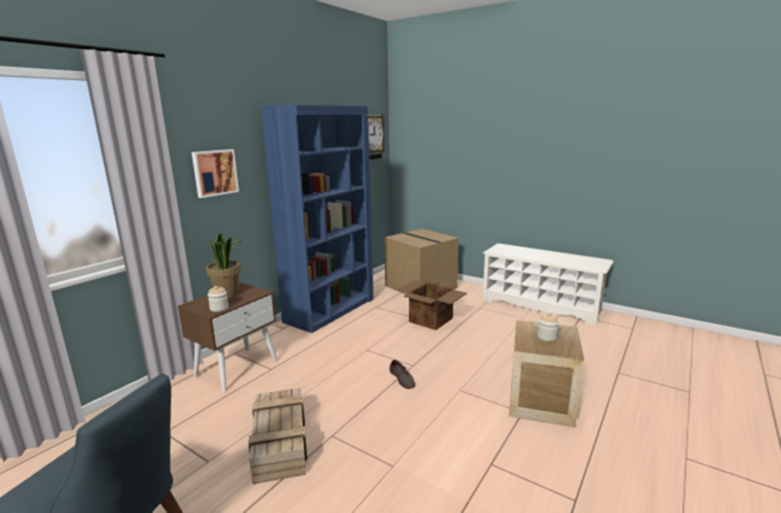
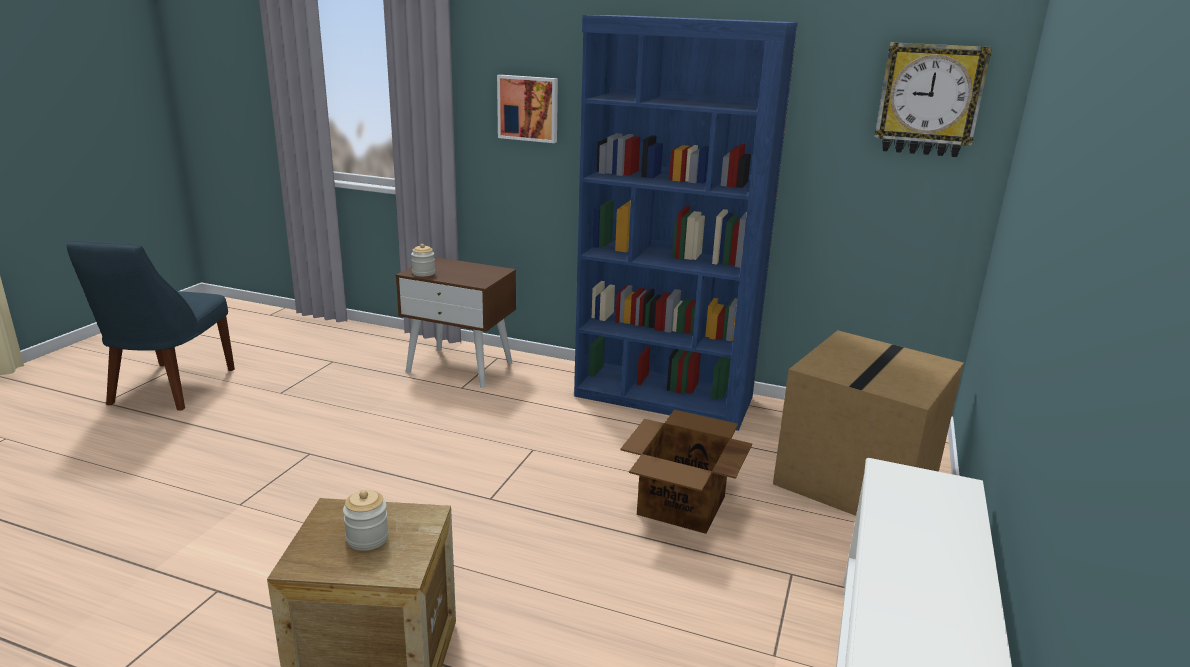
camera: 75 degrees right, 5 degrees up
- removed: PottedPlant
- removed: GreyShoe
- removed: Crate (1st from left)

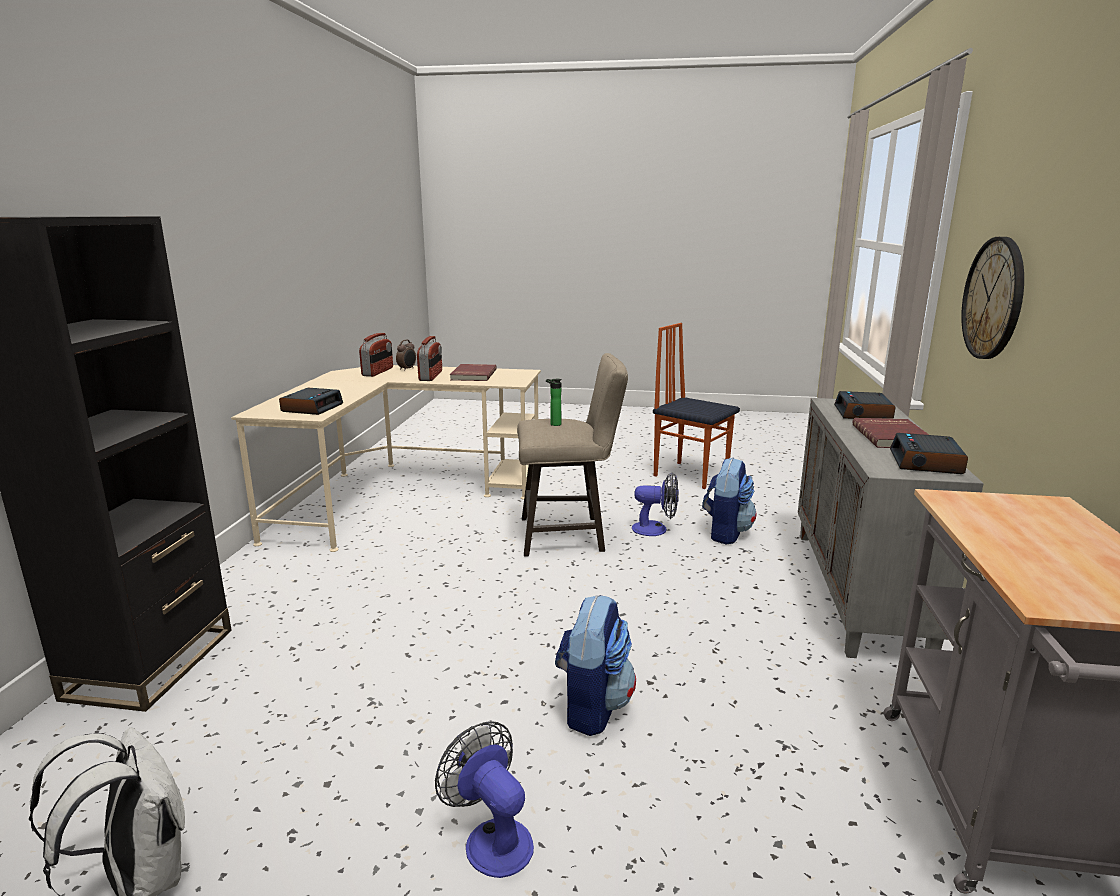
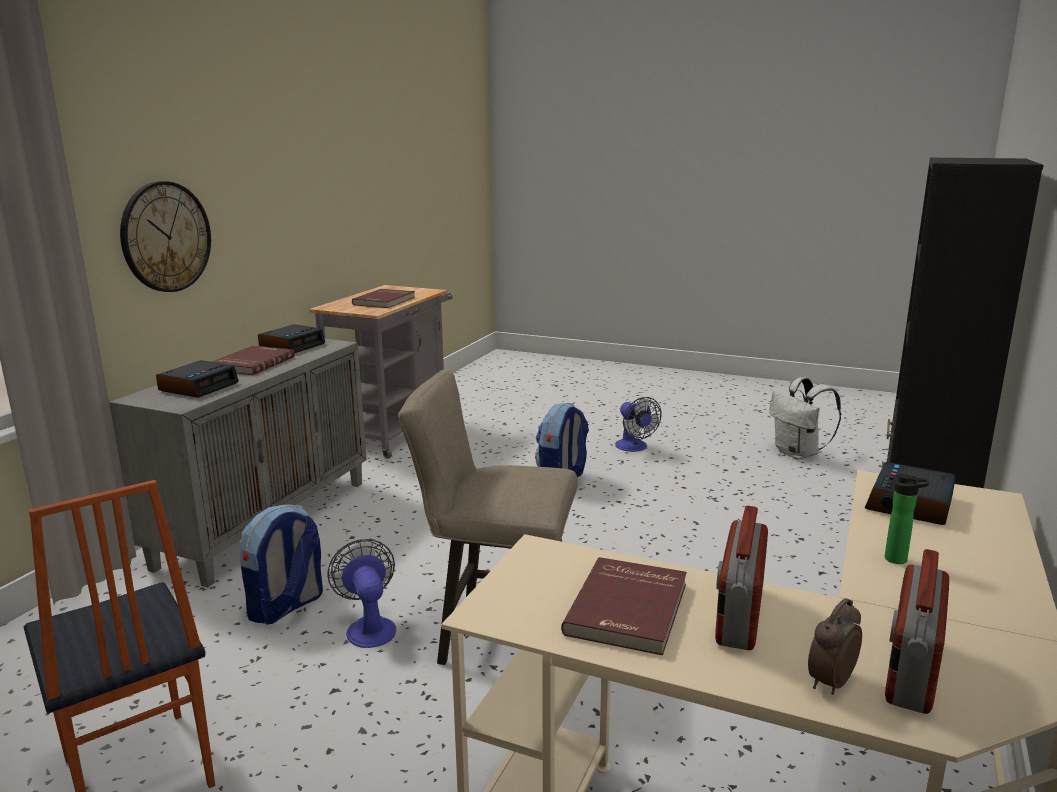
camera: 165 degrees left, 0 degrees up
- moved: Bottle
- turned: Fan (2nd from left in the first image) 45 degrees clockwise
- added: RedBook (2nd from left)

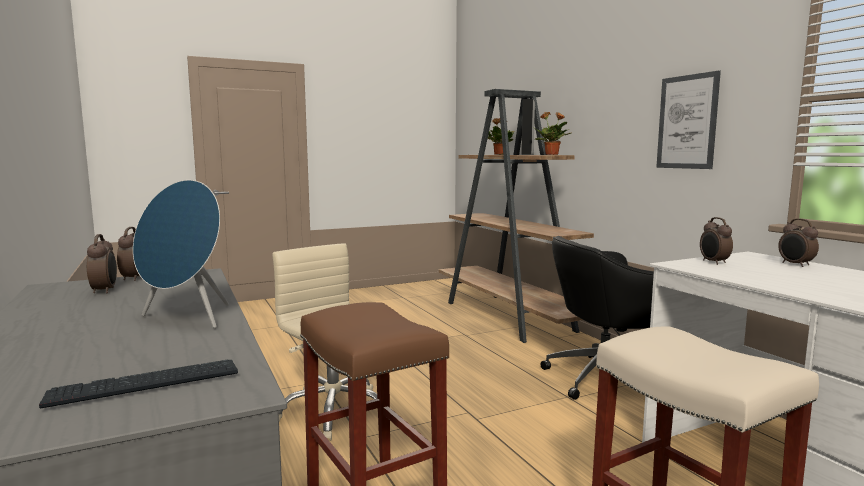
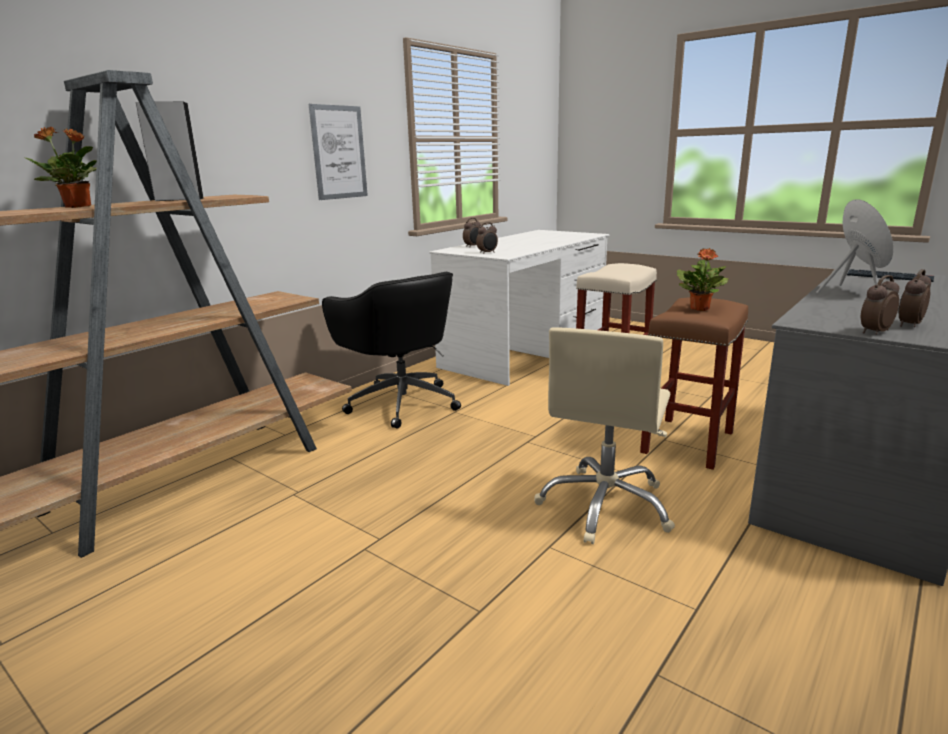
camera: 115 degrees left, 10 degrees up
- moved: PottedPlant (2nd from left)

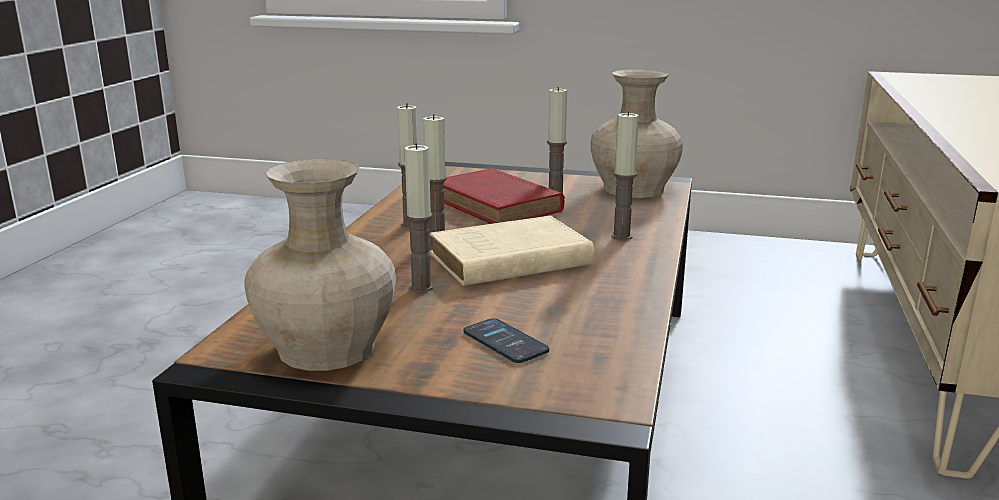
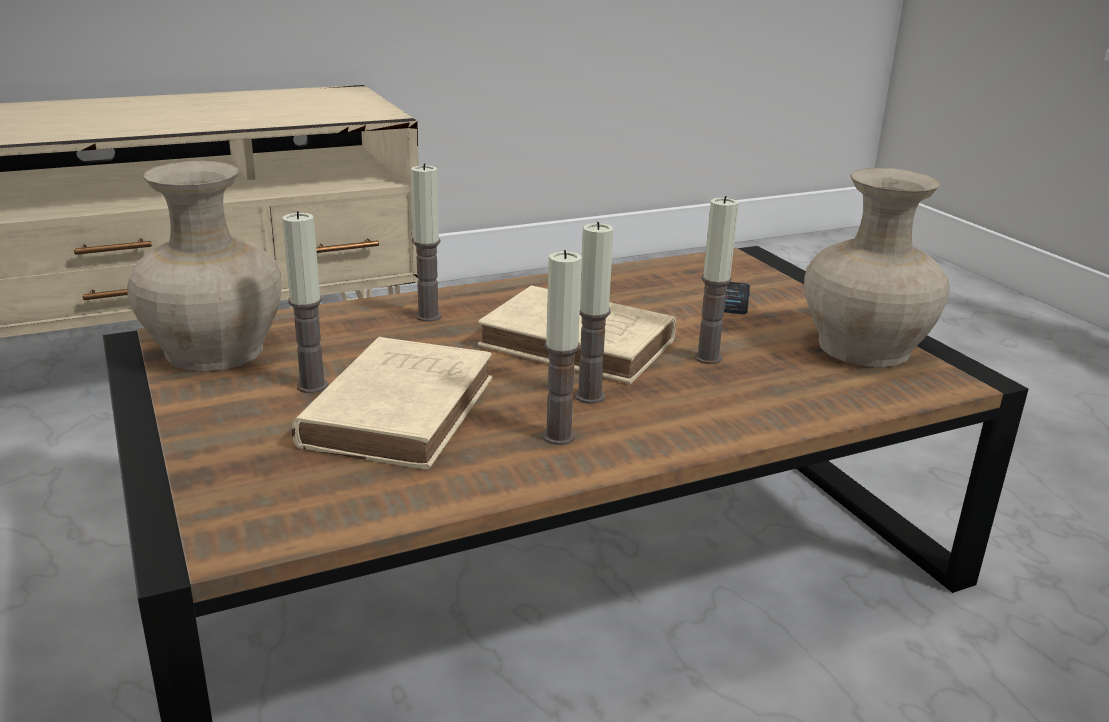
camera: 130 degrees left, 5 degrees up
- recoloured: RedBook to BeigeBook (1st from left)

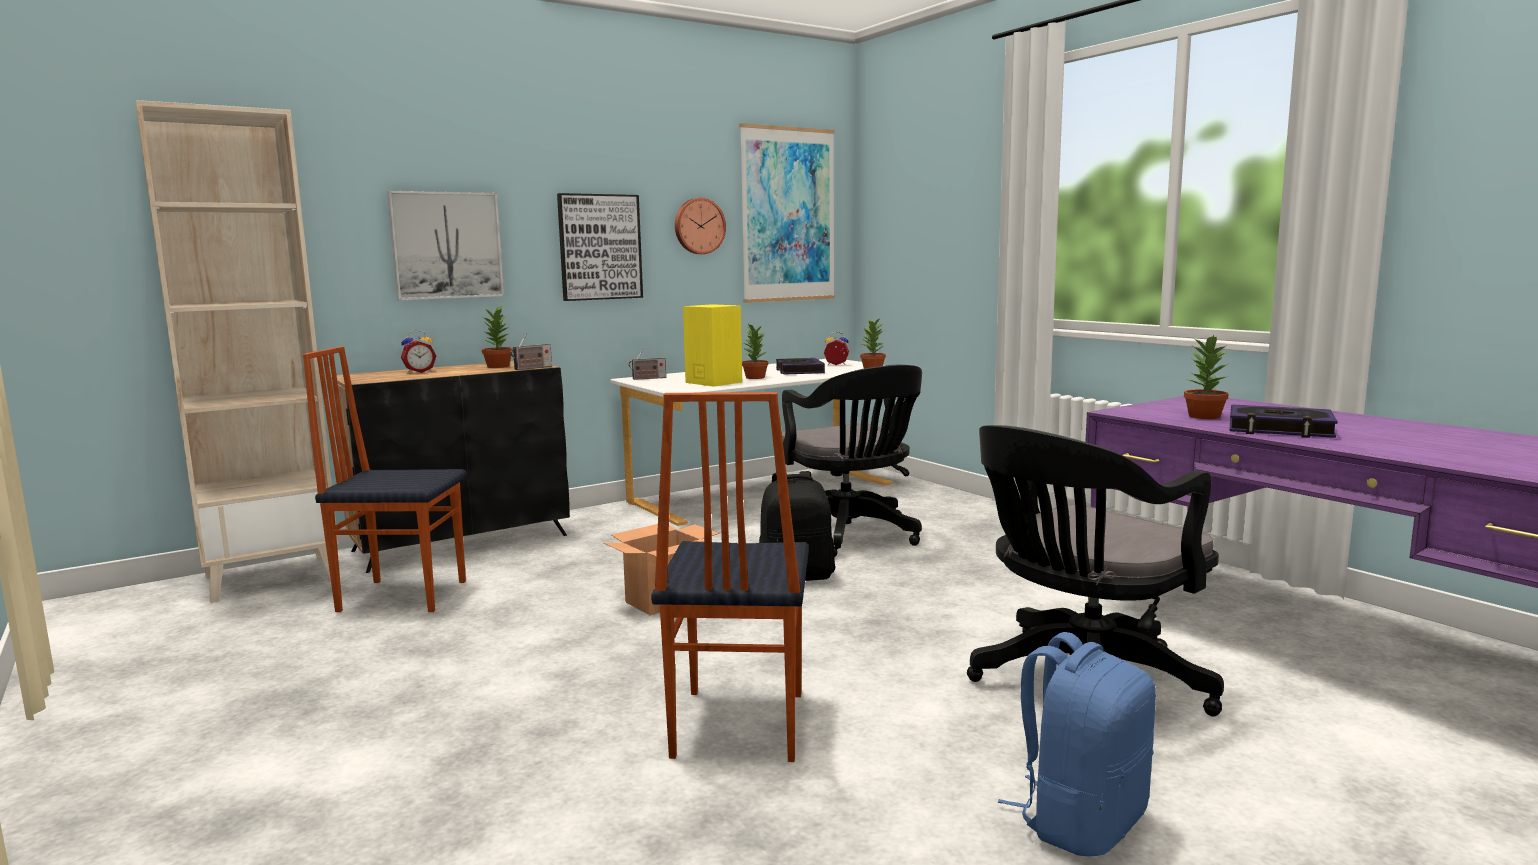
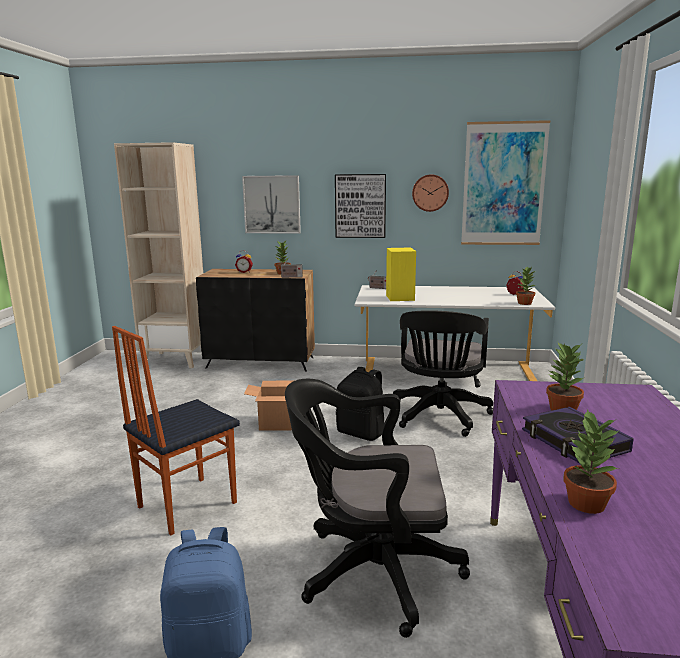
camera: 40 degrees right, 5 degrees up
- moved: PottedPlant (2nd from left in the first image) to PottedPlant (4th from left)
- removed: Chair (1st from left)
- removed: Book (1st from left)

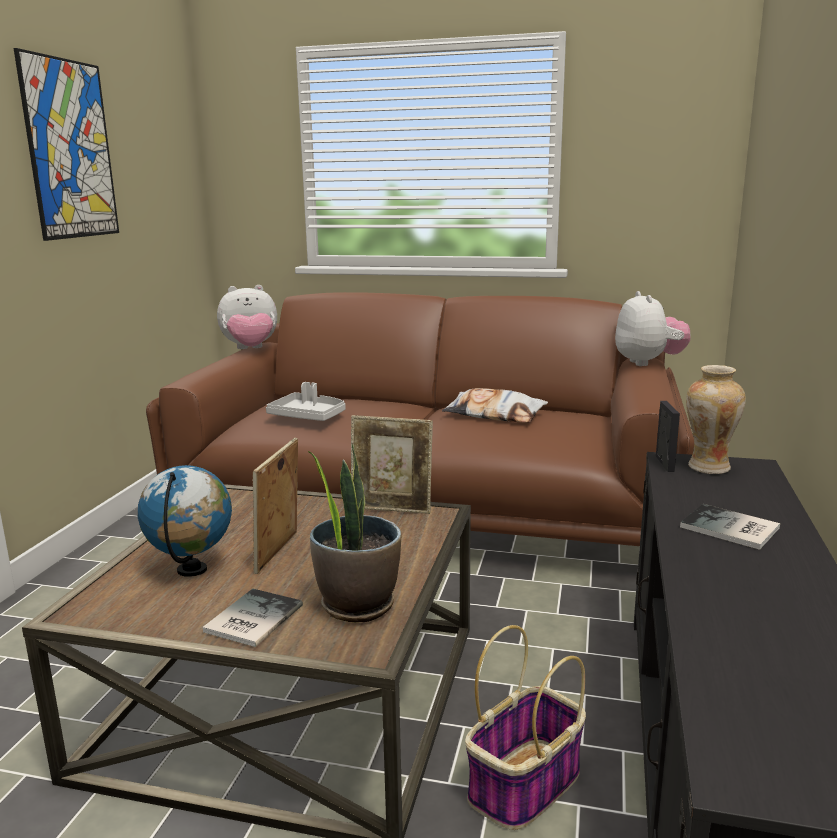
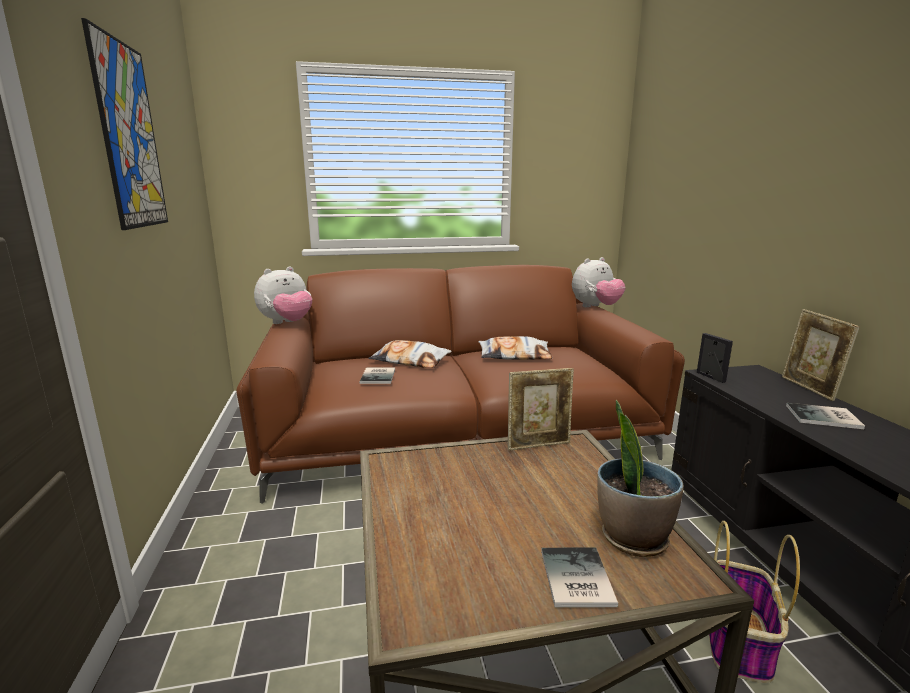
camera: 25 degrees left, 0 degrees up
- turned: PlushToy (2nd from left) 90 degrees clockwise
- removed: Vase
- replaced: GreyTray to Book (1st from left)
- moved: PictureFrame (1st from left in the first image) to PictureFrame (3rd from left)
- removed: Globe
- added: Pillow (1st from left)

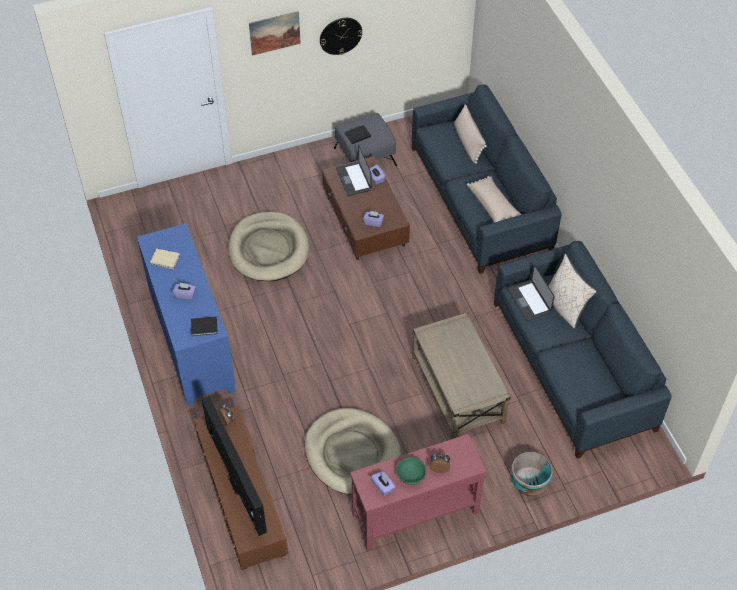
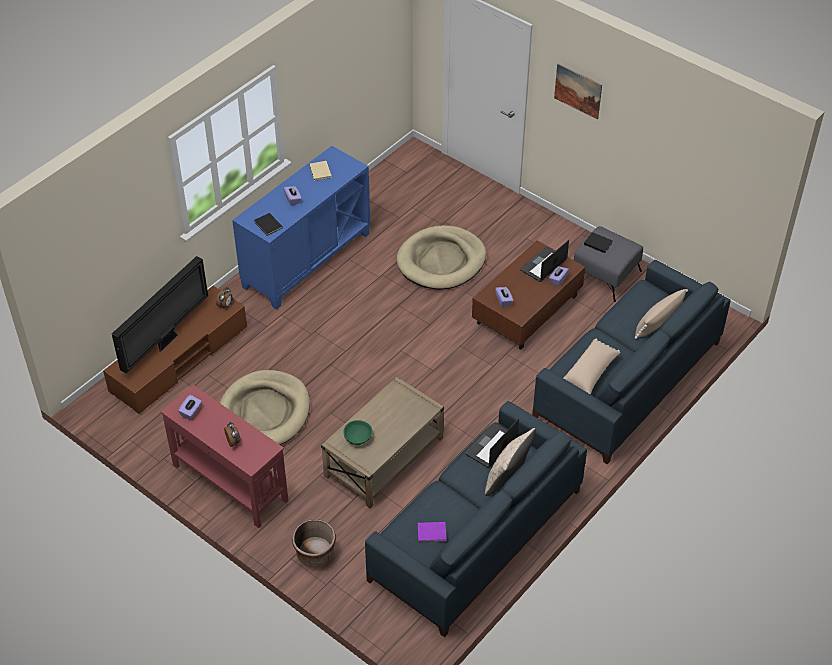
camera: 60 degrees right, 5 degrees down
- removed: WallClock
- recoloured: TurquoisePlanter to BrownPlanter
- moved: GreenBowl
- added: PurpleBook

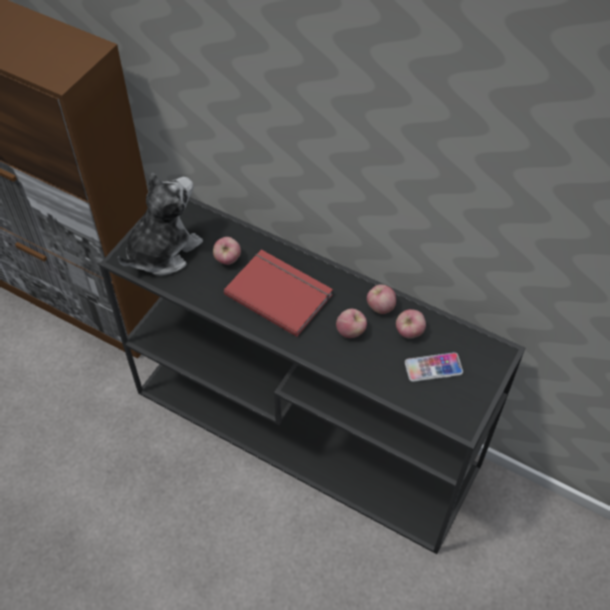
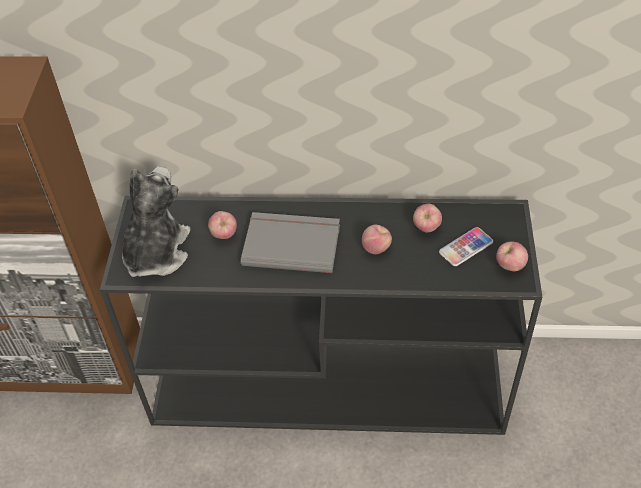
camera: 25 degrees left, 5 degrees down
- recoloured: RedBook to GreyBook
- moved: Apple (3rd from left in the first image) to Apple (4th from left)

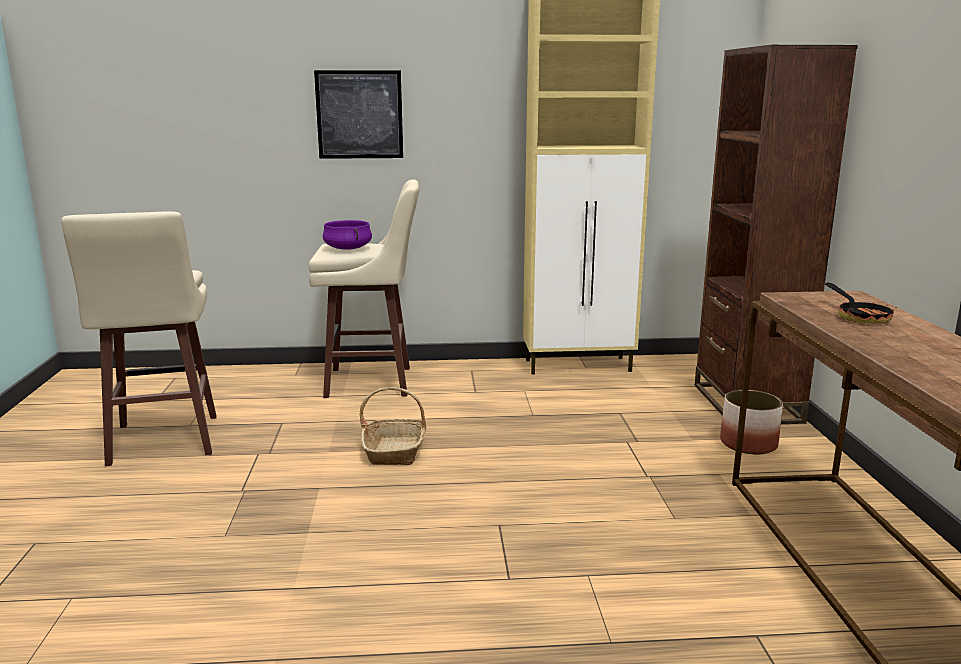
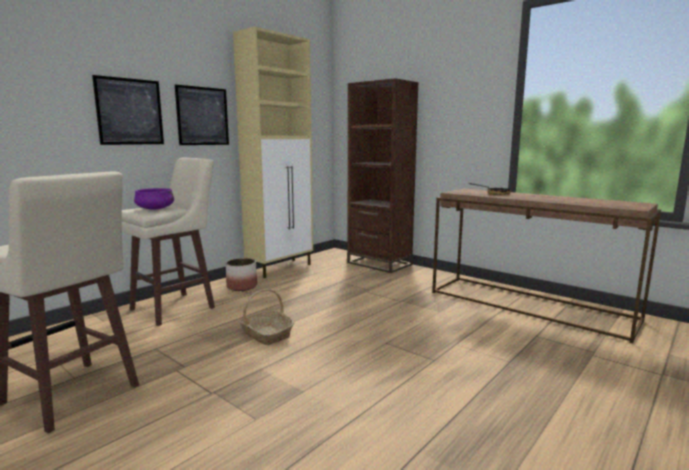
camera: 45 degrees left, 5 degrees down
- moved: Planter
- added: Picture (2nd from left)

